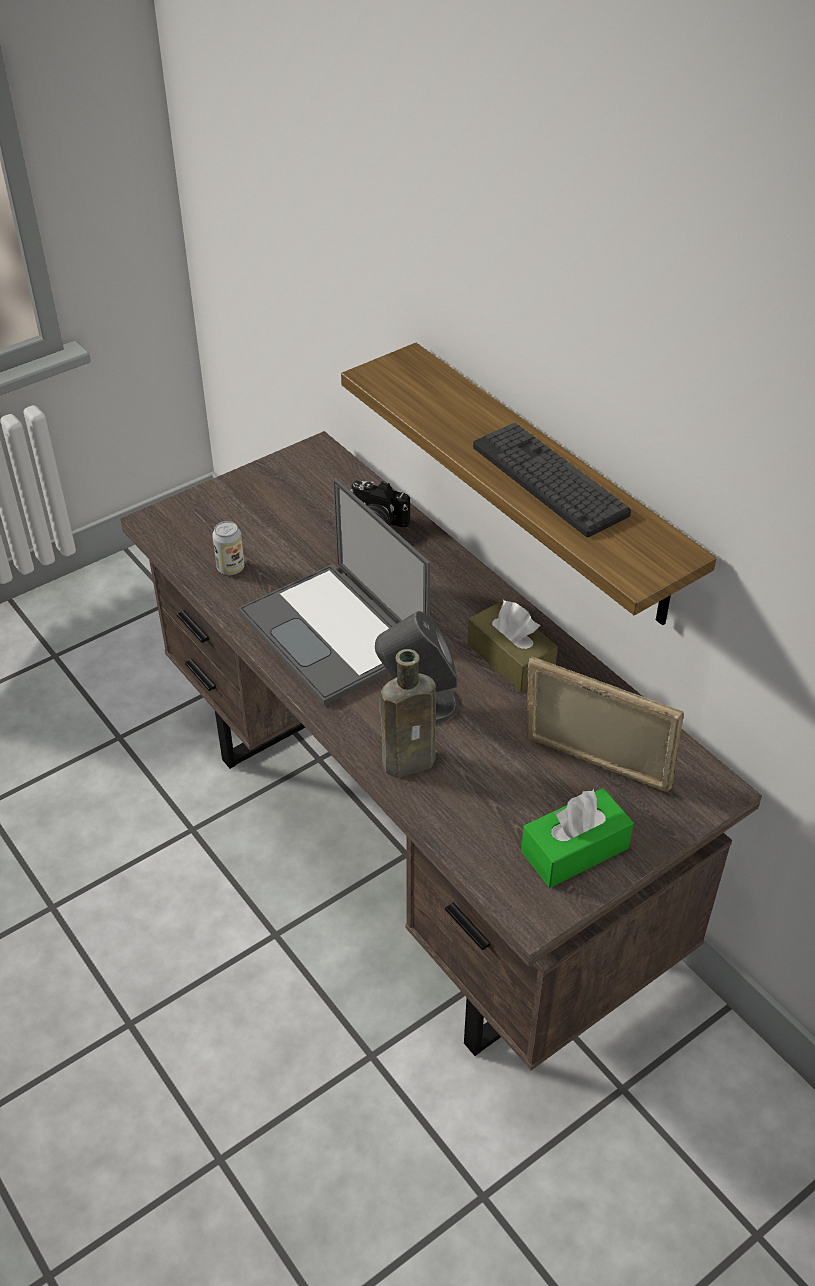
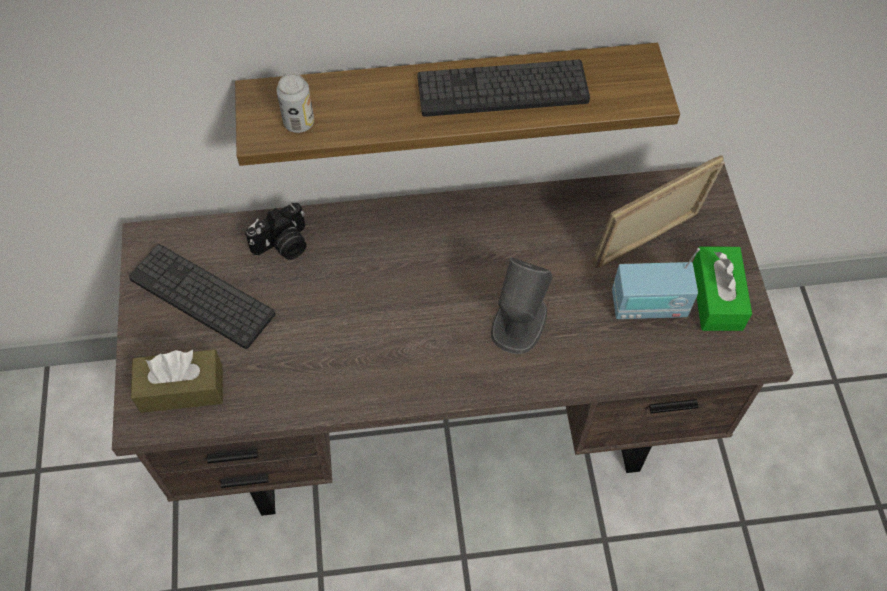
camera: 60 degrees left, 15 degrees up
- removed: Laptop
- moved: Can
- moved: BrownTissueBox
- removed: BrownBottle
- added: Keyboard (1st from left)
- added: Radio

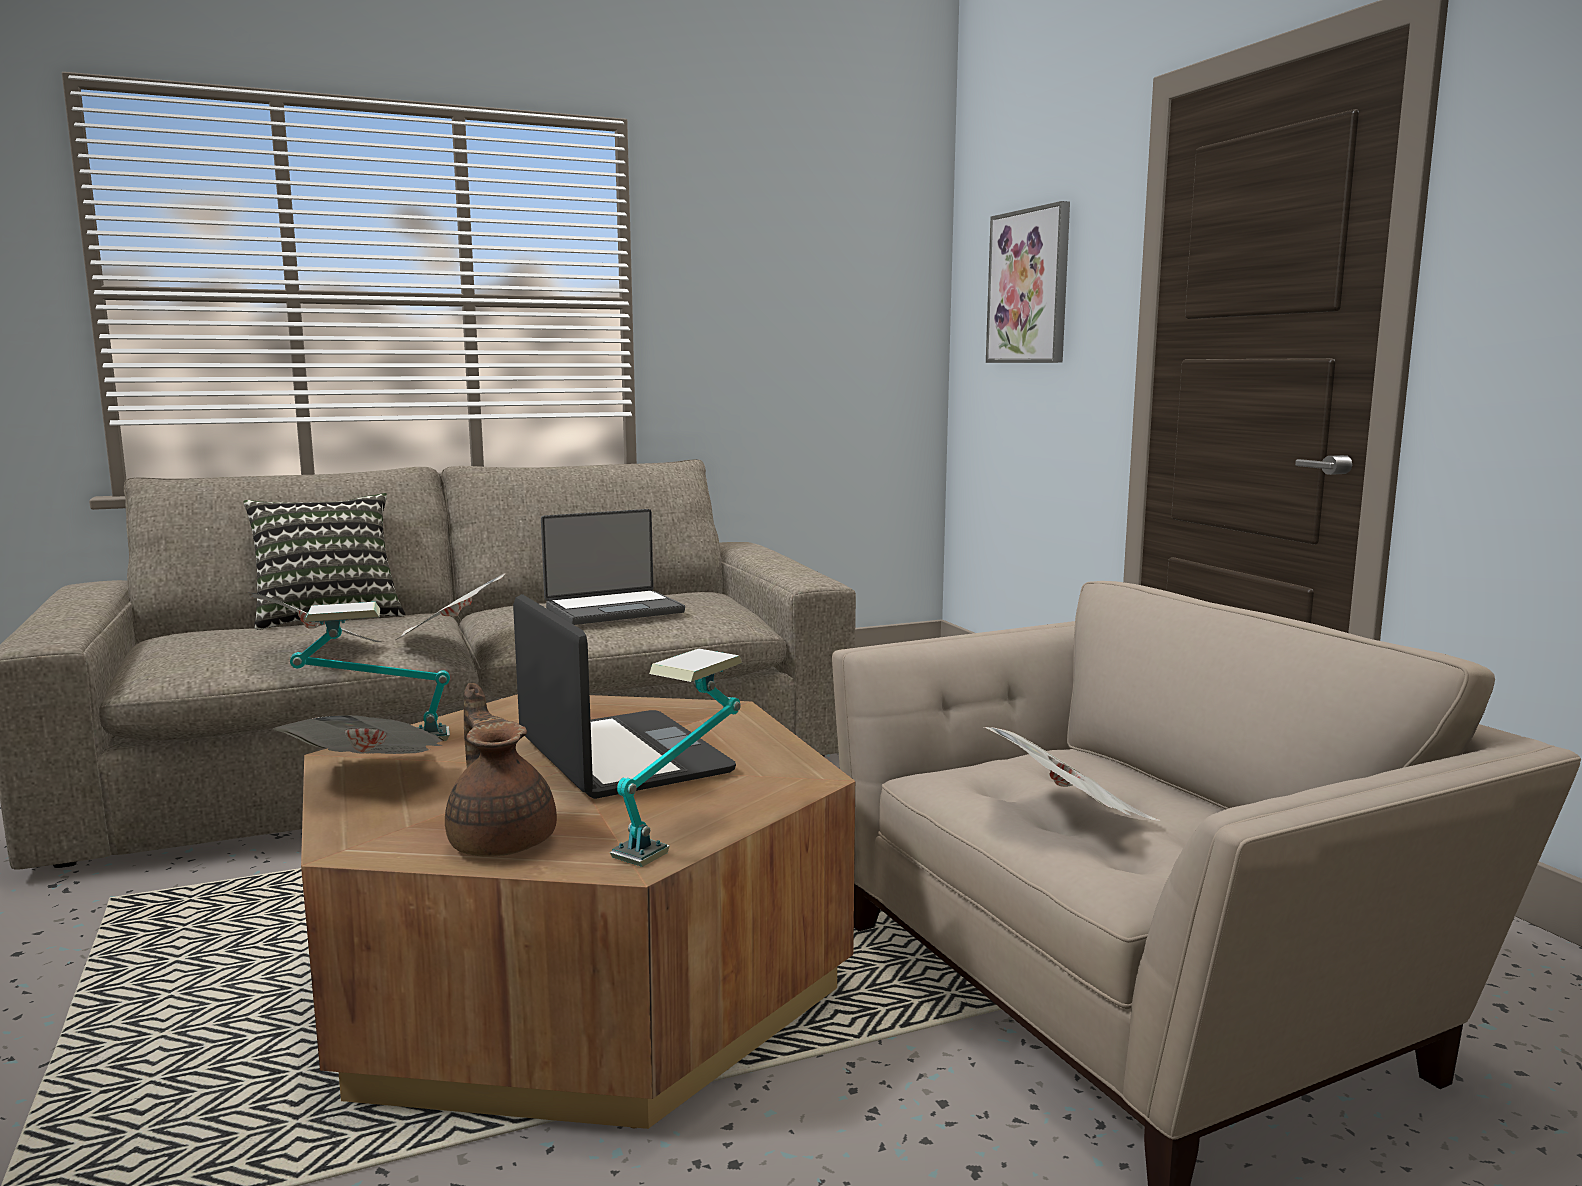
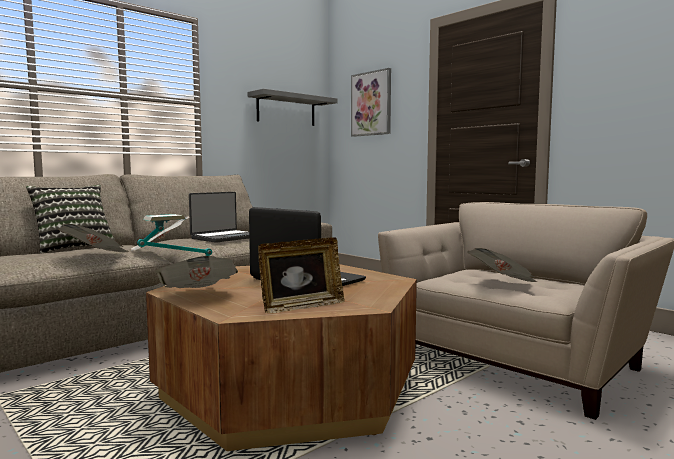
camera: 20 degrees left, 5 degrees down
- removed: TableLamp (2nd from left)
- replaced: BrownTeapot to PictureFrame
- added: GreyShelf

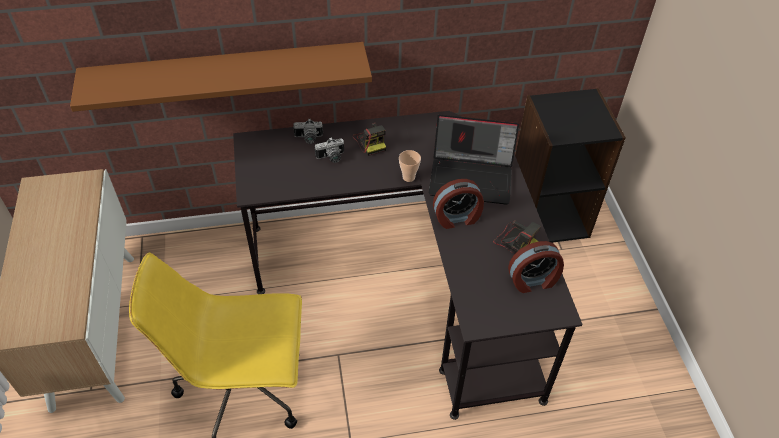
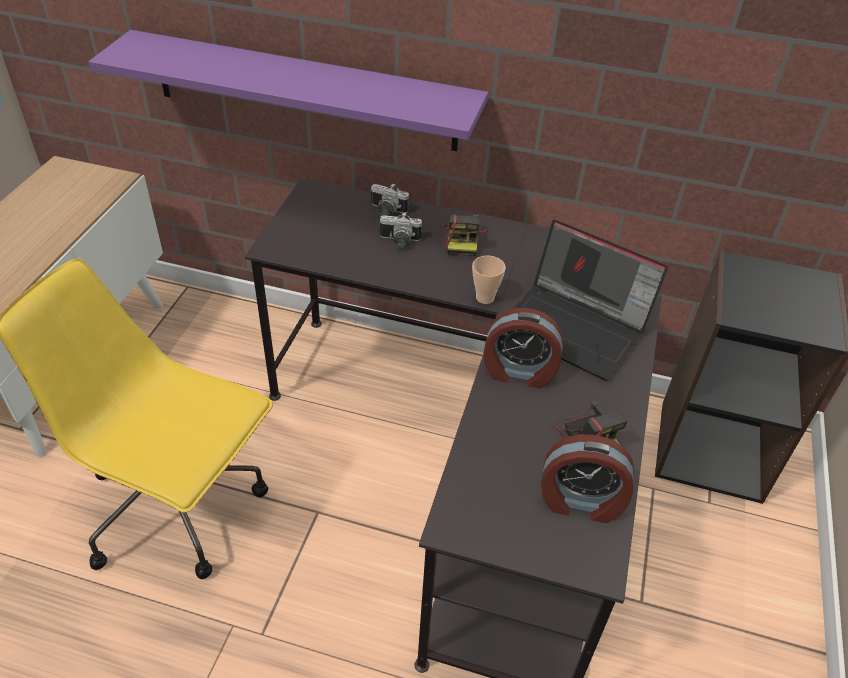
camera: 25 degrees right, 5 degrees down
- recoloured: BrownShelf to PurpleShelf

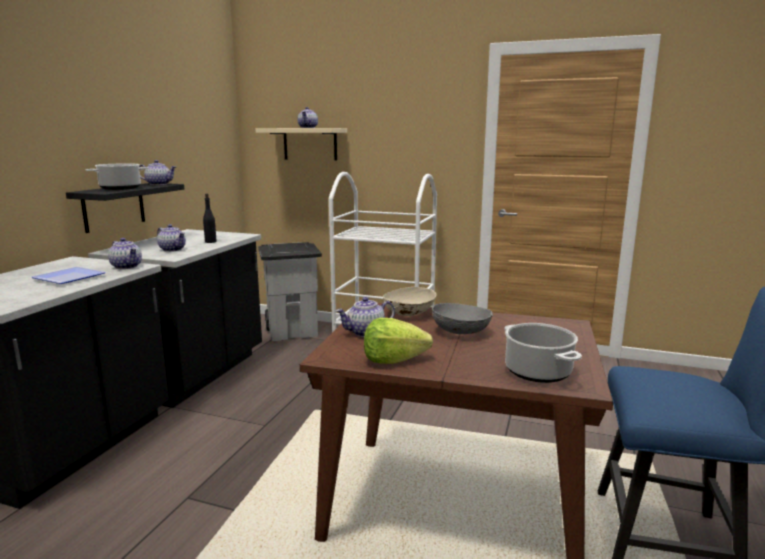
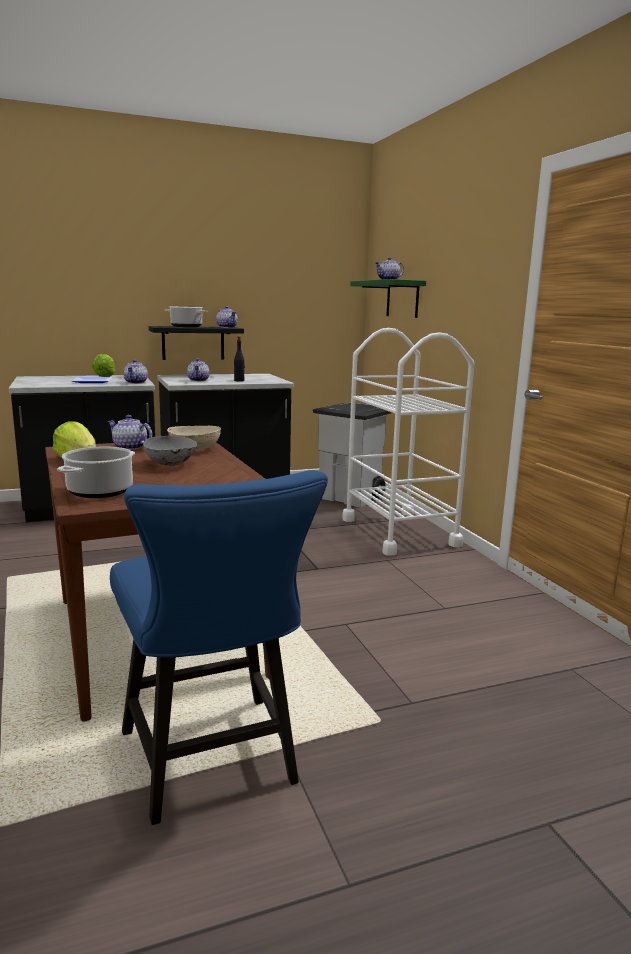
camera: 50 degrees right, 0 degrees up
- recoloured: BeigeShelf to GreenShelf
- added: Lettuce (2nd from left)

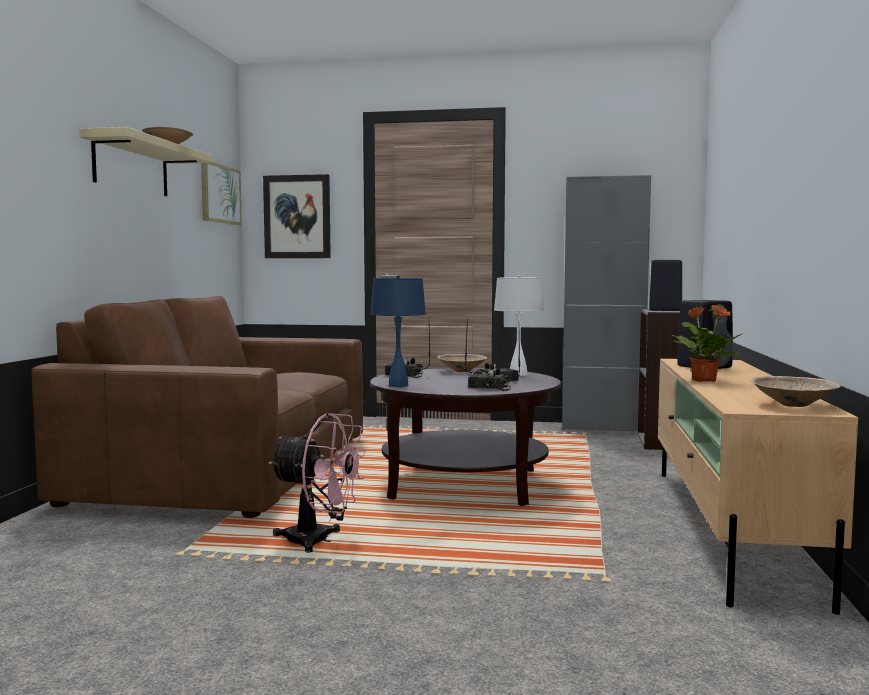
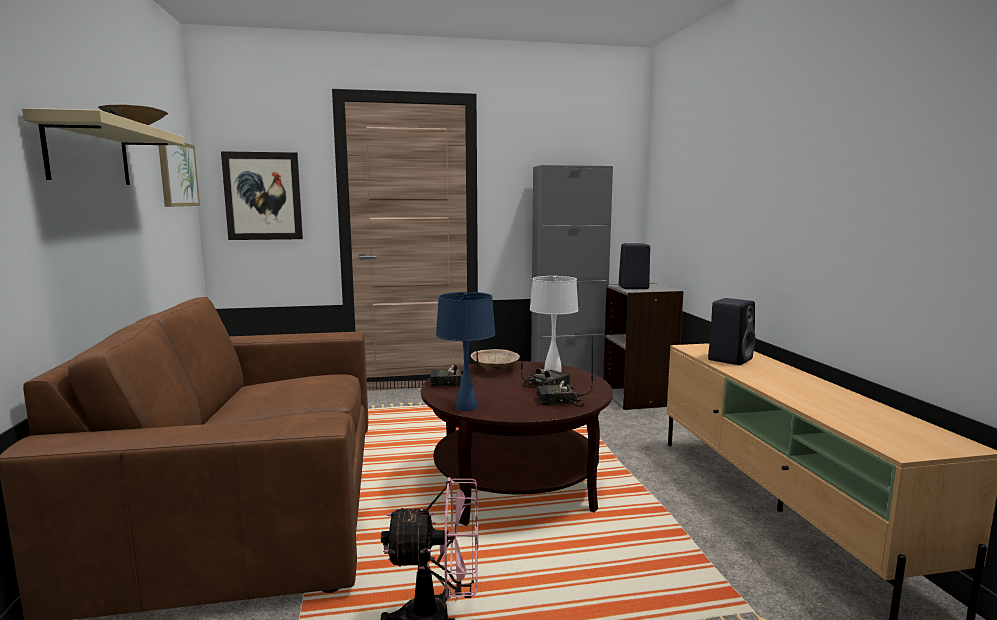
camera: 20 degrees left, 5 degrees up
- removed: PottedPlant
- removed: BeigeBowl (3rd from left)

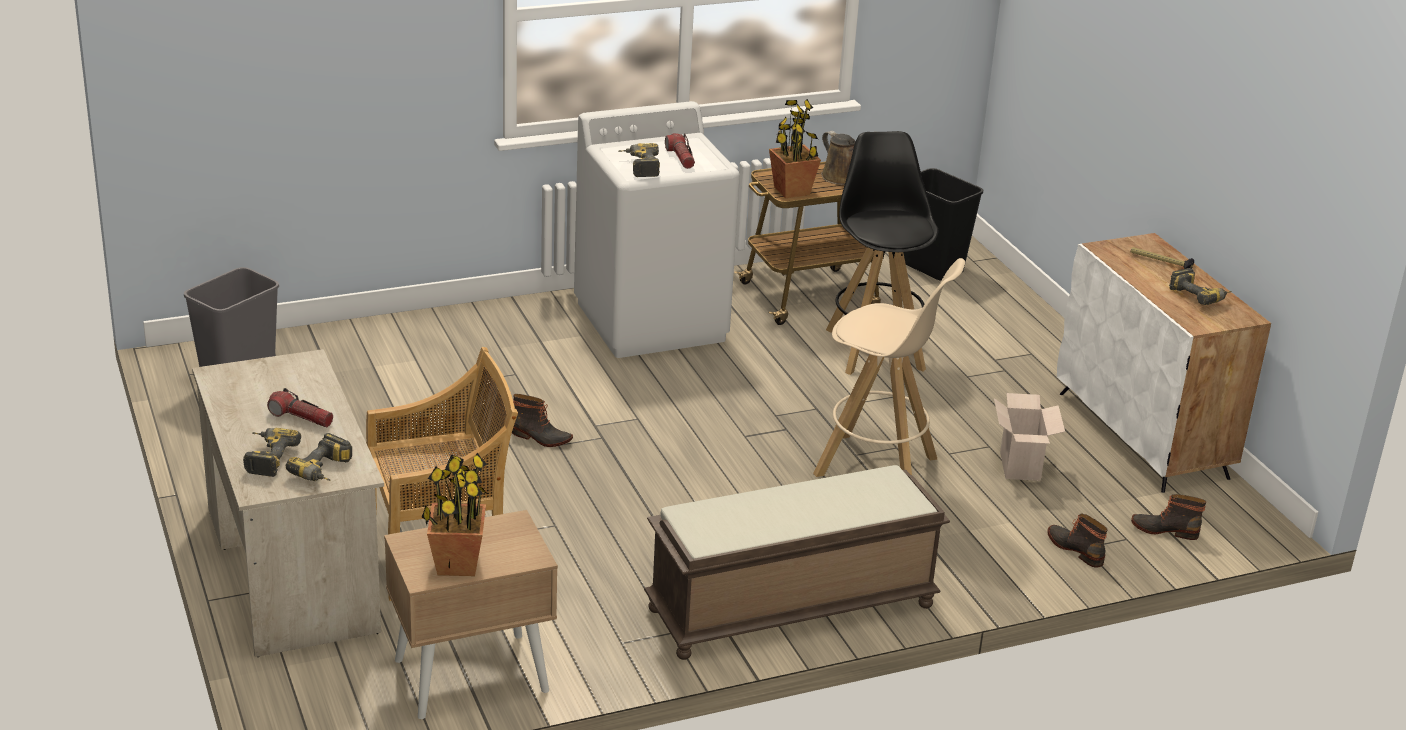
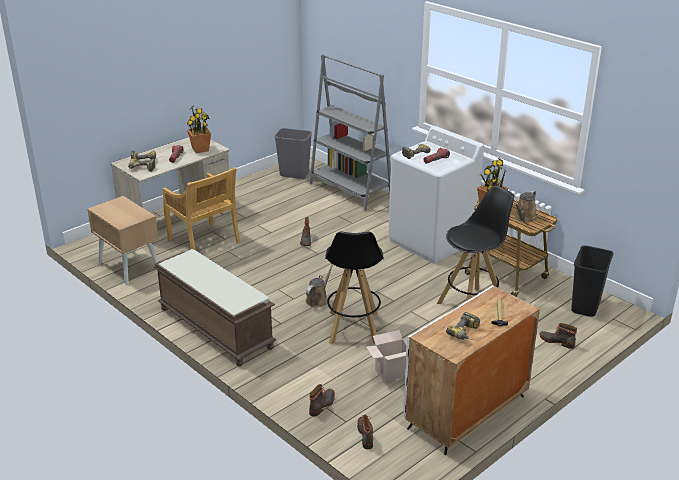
camera: 70 degrees right, 0 degrees up
- recoloured: BeigeStool to BlackStool (1st from left)
- moved: PottedPlant (1st from left)
- added: GreyBookcase
- added: BrownWateringCan (1st from left)
- added: Boot (4th from left)

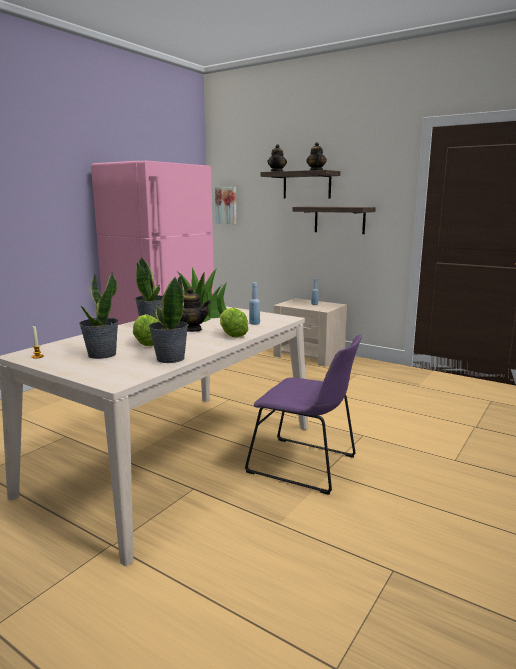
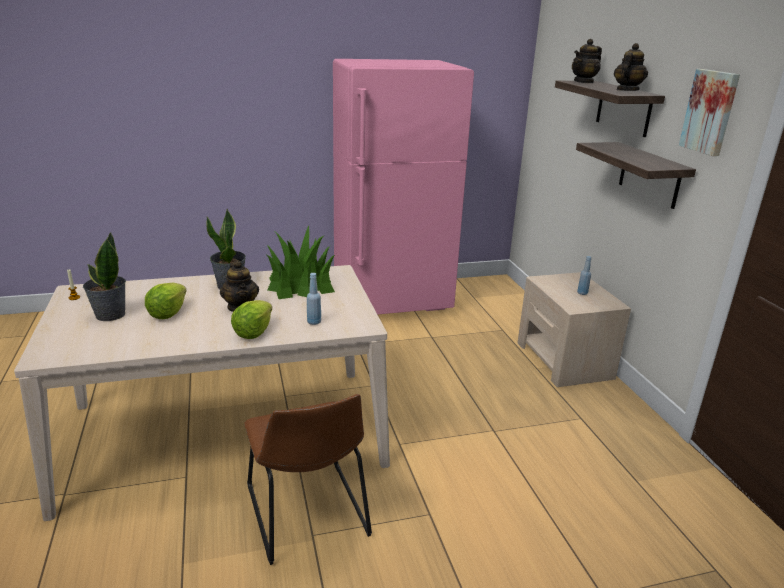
camera: 40 degrees right, 10 degrees up
- moved: Picture
- removed: PottedPlant (3rd from left)
- recoloured: PurpleChair to BrownChair

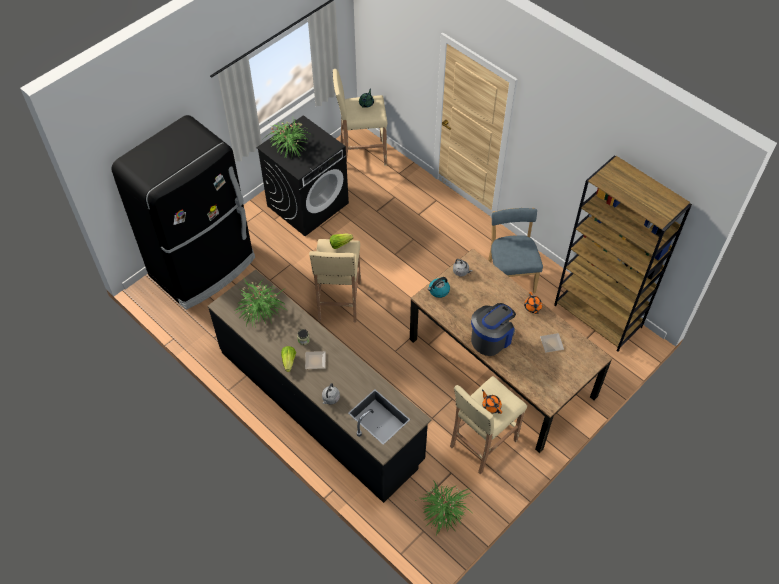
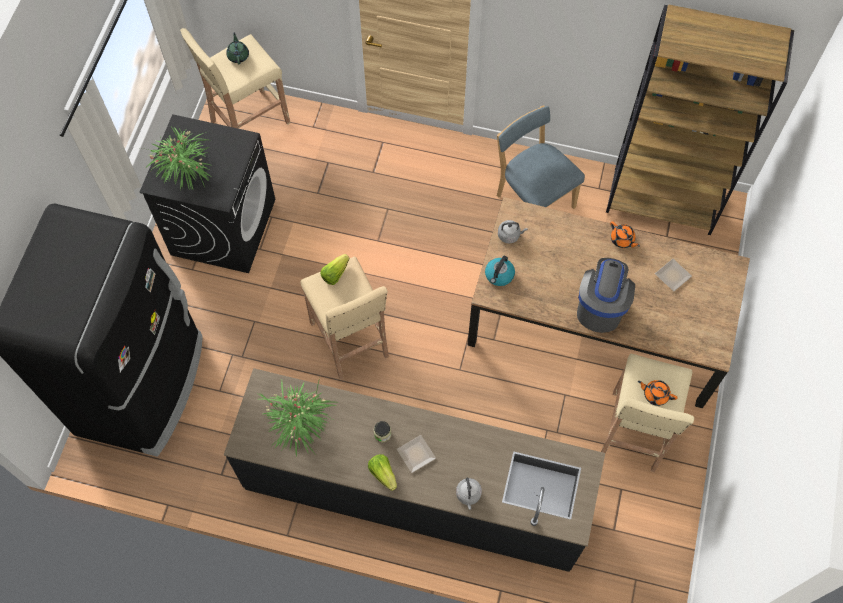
camera: 30 degrees left, 10 degrees up
- removed: PottedPlant (3rd from left)

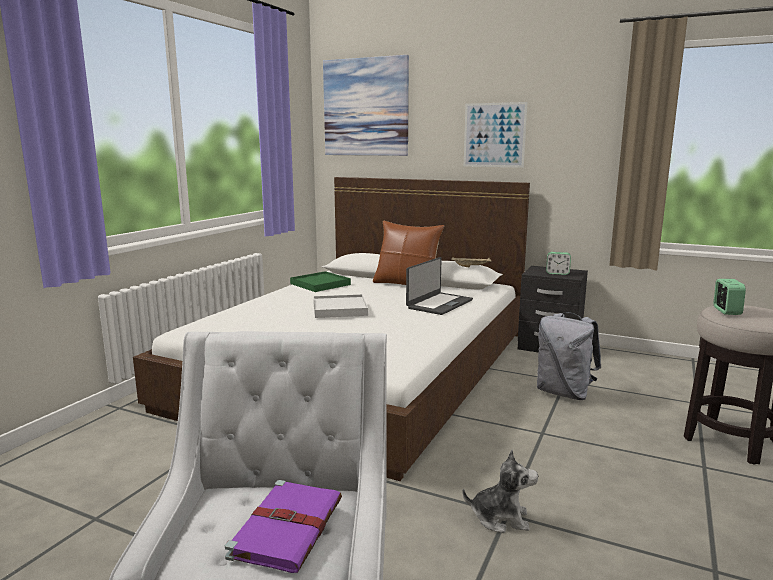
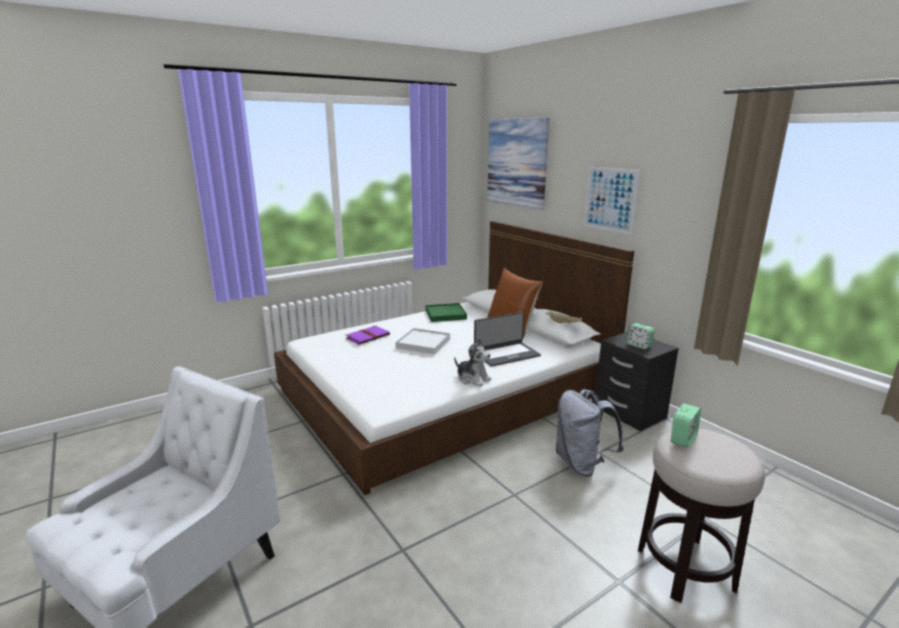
camera: 30 degrees right, 5 degrees up
- moved: PlushToy
- moved: PurpleBook

